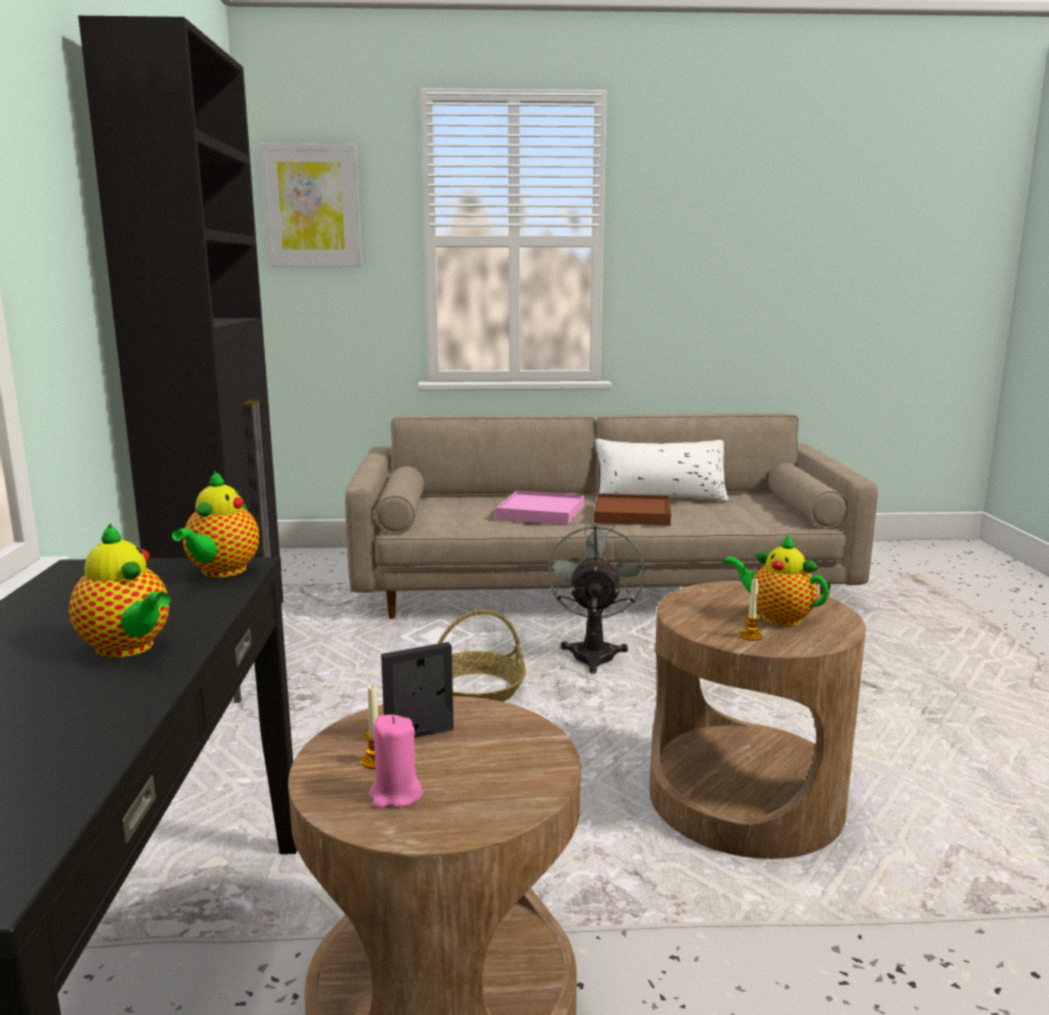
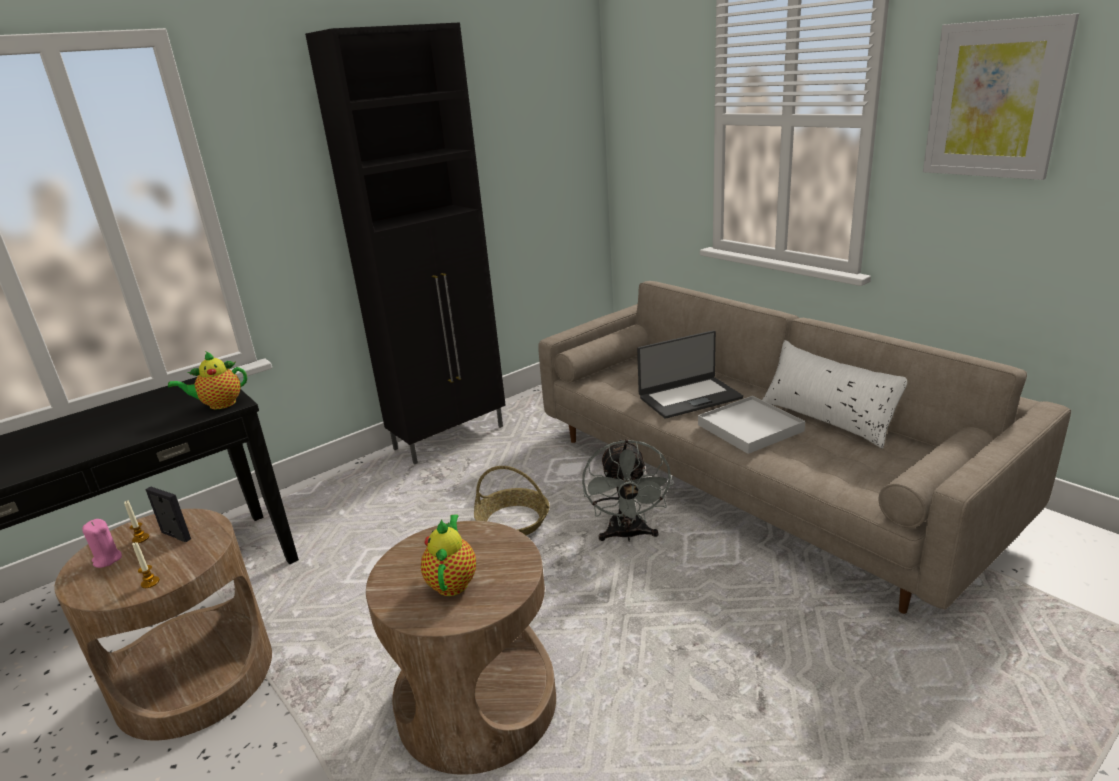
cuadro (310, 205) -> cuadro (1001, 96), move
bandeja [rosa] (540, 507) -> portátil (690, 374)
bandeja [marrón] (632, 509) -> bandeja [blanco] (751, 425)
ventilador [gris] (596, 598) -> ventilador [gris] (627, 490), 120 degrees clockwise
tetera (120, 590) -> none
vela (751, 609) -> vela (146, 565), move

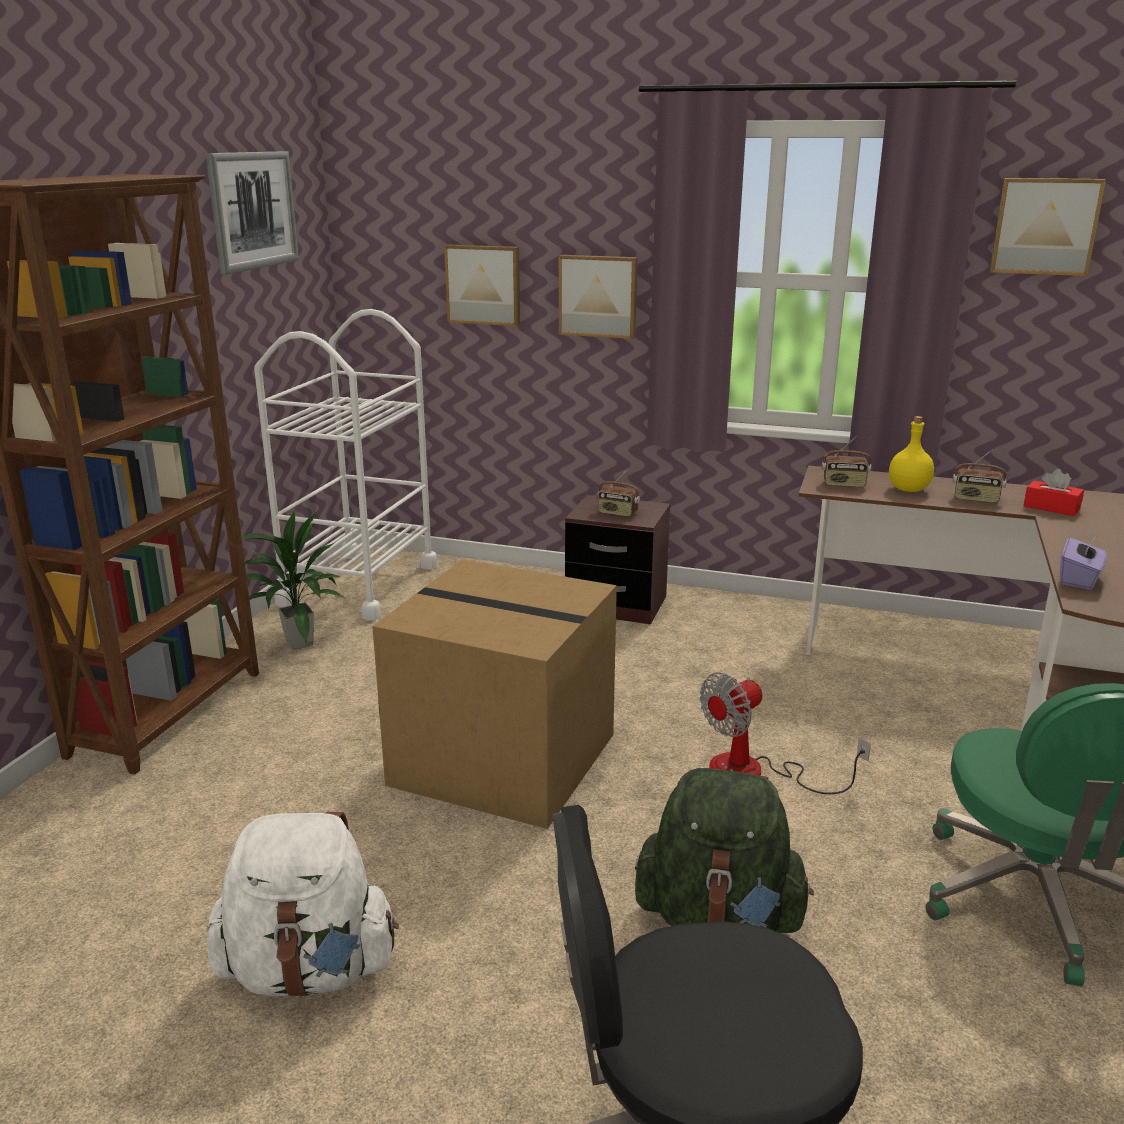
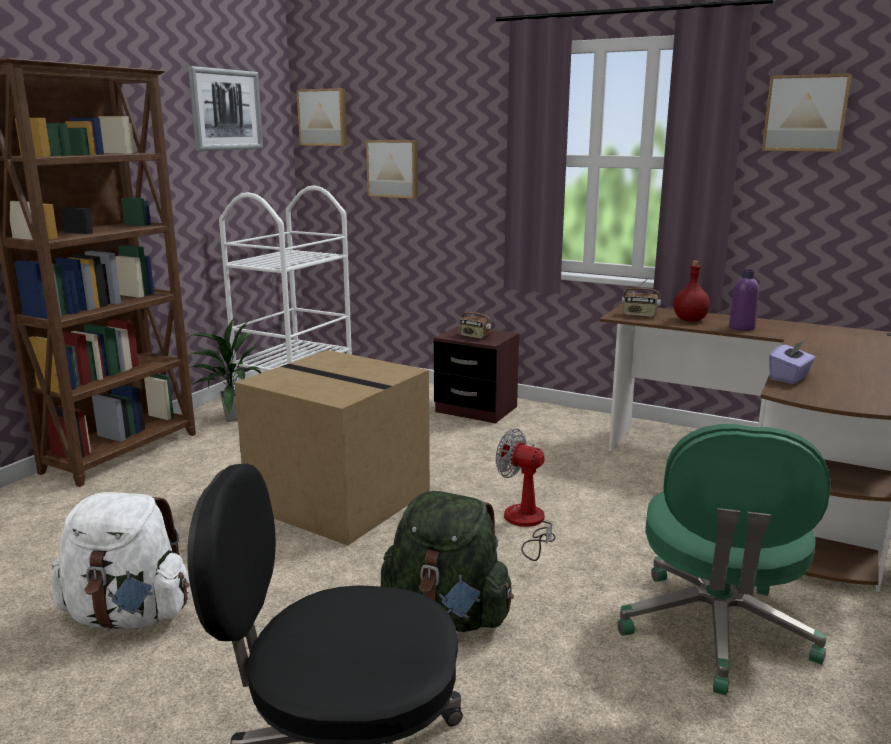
cuadro (598, 297) -> cuadro (322, 117), move
botella [amarillo] (911, 454) -> botella [rojo] (692, 291)
radio (980, 476) -> botella [morado] (744, 300)
caja de pañuelos [rojo] (1054, 492) -> none
ventilador (785, 733) -> ventilador (525, 494), 60 degrees clockwise

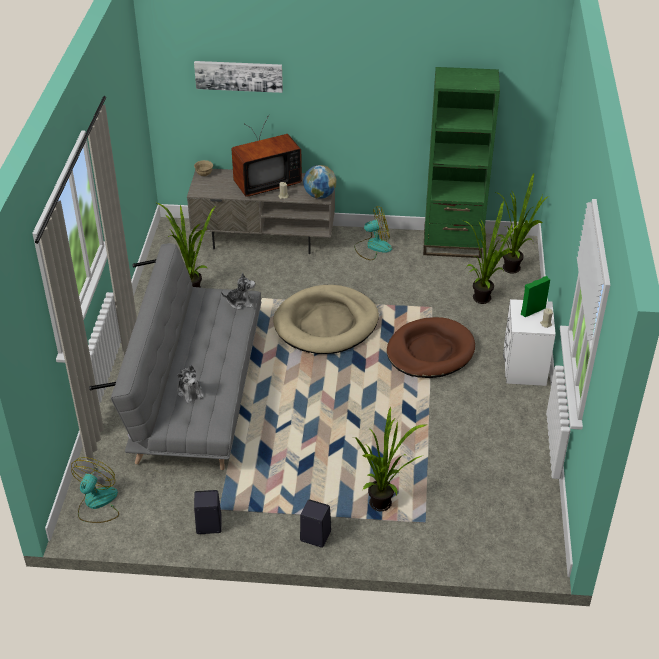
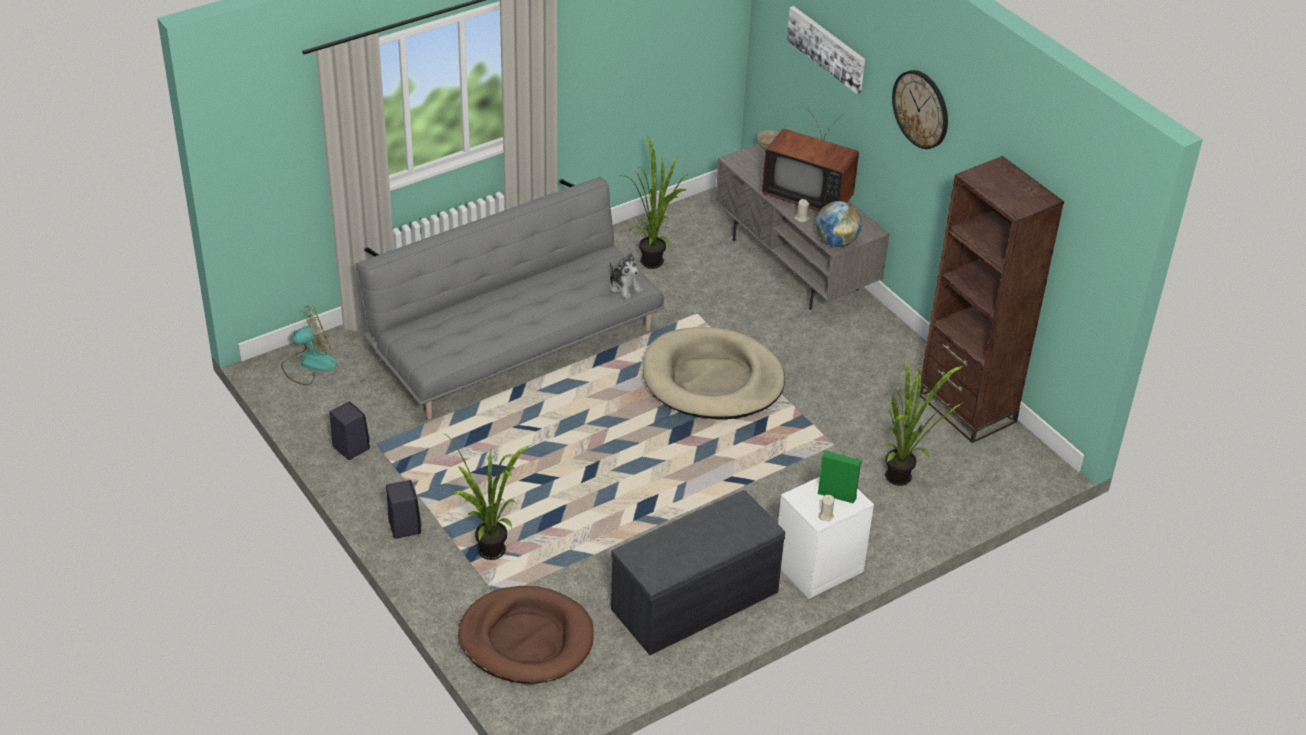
estantería [verde] (461, 162) -> estantería [marrón] (992, 299)
planta en maceta (522, 223) -> none
ventilador (373, 233) -> none
cama para perro [marrón] (431, 347) -> cama para perro [marrón] (526, 635), move
peluche (190, 384) -> none
none -> reloj de pared (920, 109)
none -> banco [gris] (698, 572)

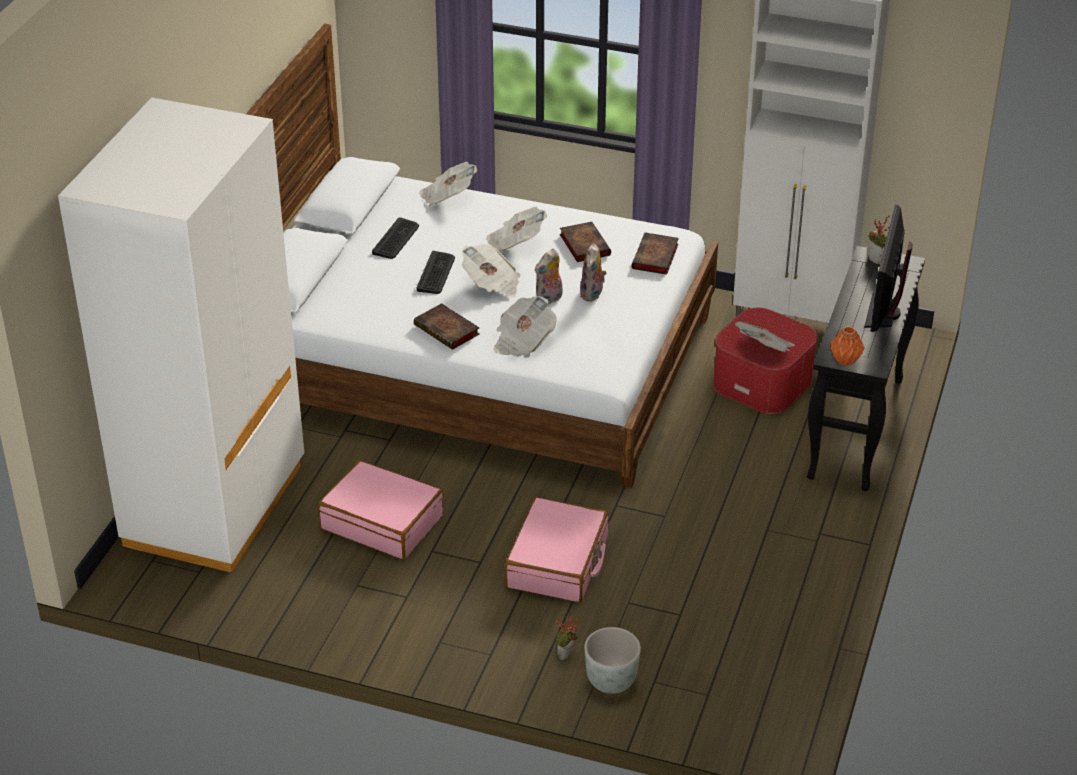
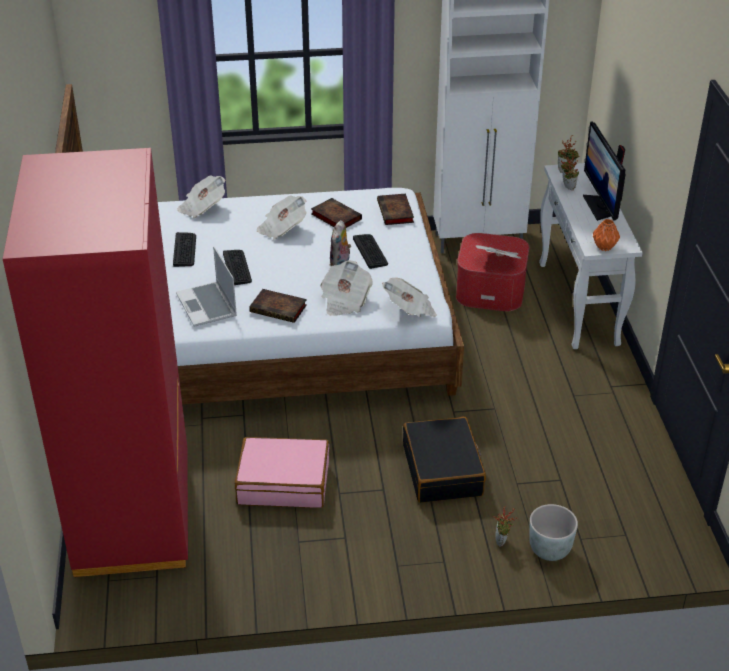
armario ropero [blanco] (181, 335) -> armario ropero [rojo] (95, 362)
peluche (593, 272) -> teclado (370, 251)
periódico (491, 271) -> periódico (409, 297), move
mesa consola [negro] (866, 368) -> mesa consola [blanco] (591, 256)
maleta [rosa] (557, 550) -> maleta [negro] (444, 460)
none -> planta en maceta (570, 172)
none -> portátil (206, 286)

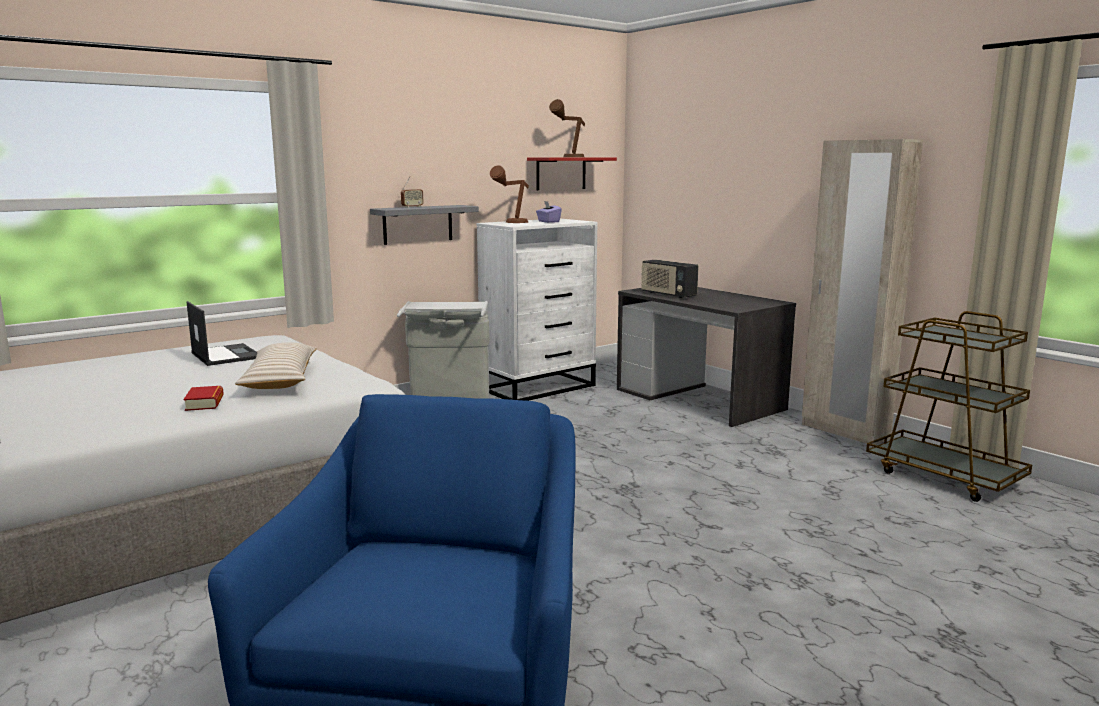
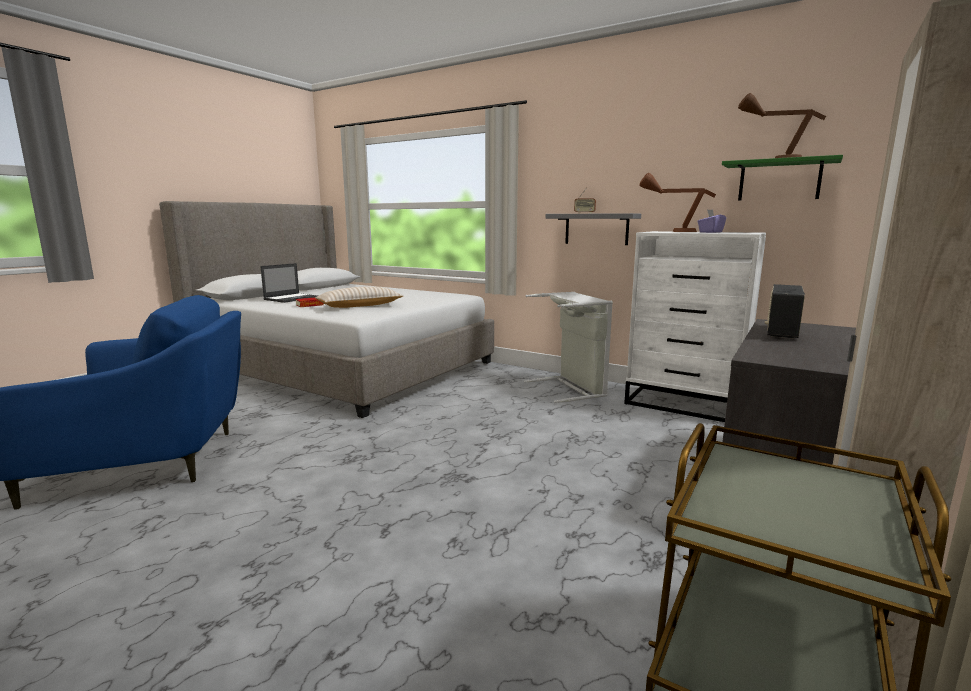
estante [rojo] (572, 173) -> estante [verde] (782, 177)
portátil (222, 333) -> portátil (288, 283), move

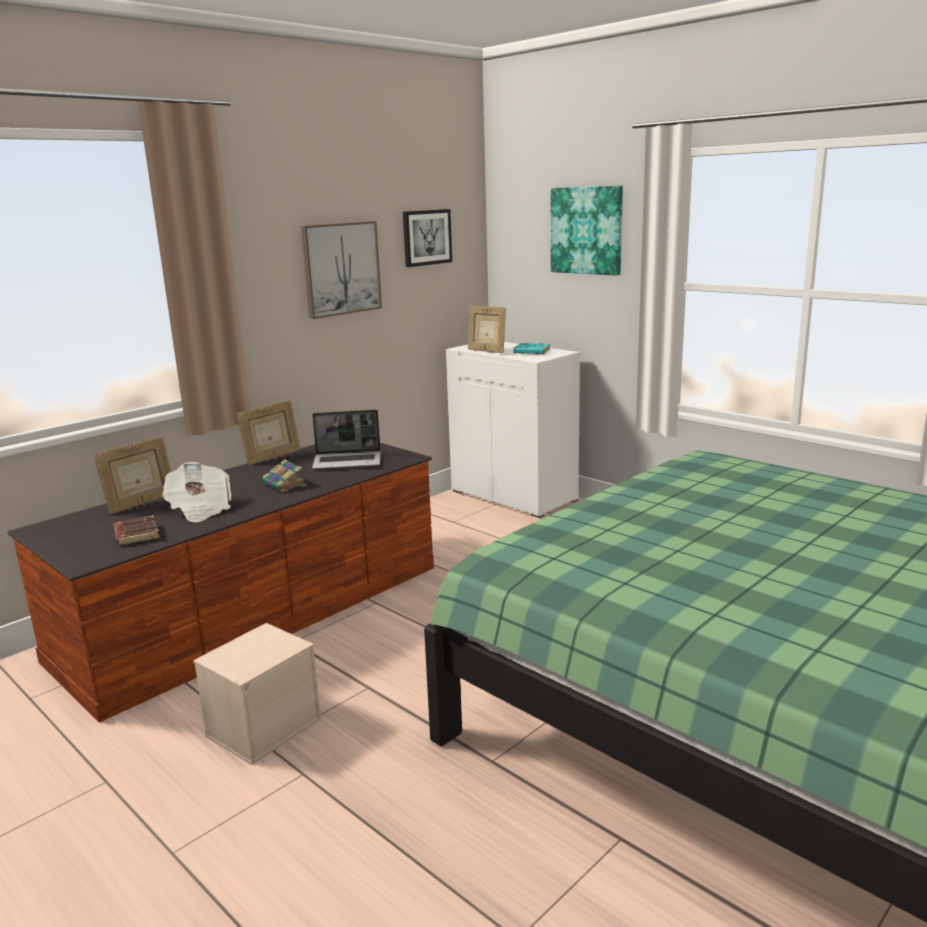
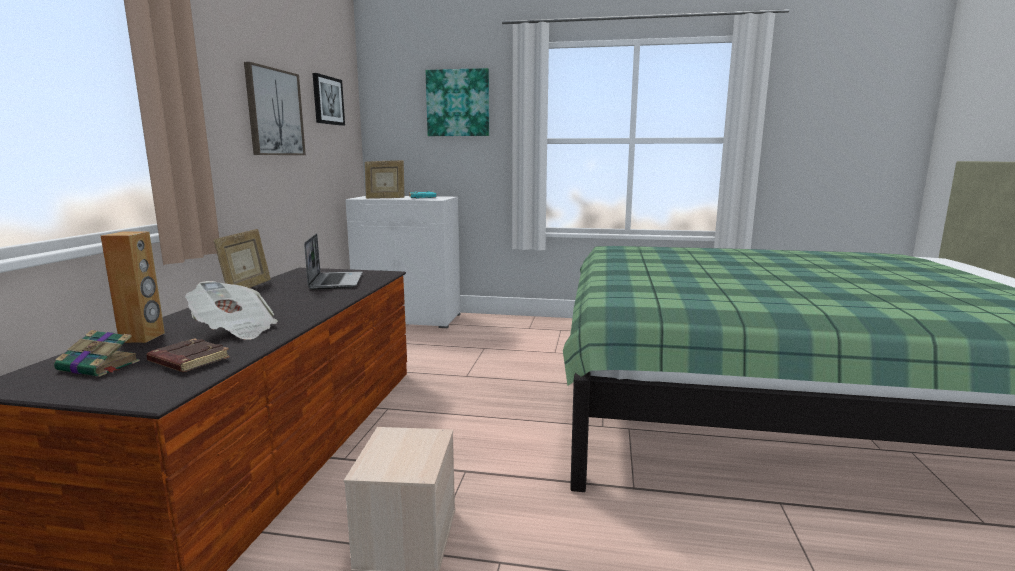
portátil (346, 440) -> portátil (333, 261), 60 degrees counterclockwise
portarretratos (132, 475) -> altavoz [marrón] (133, 287)
libro (284, 476) -> libro (97, 353), move

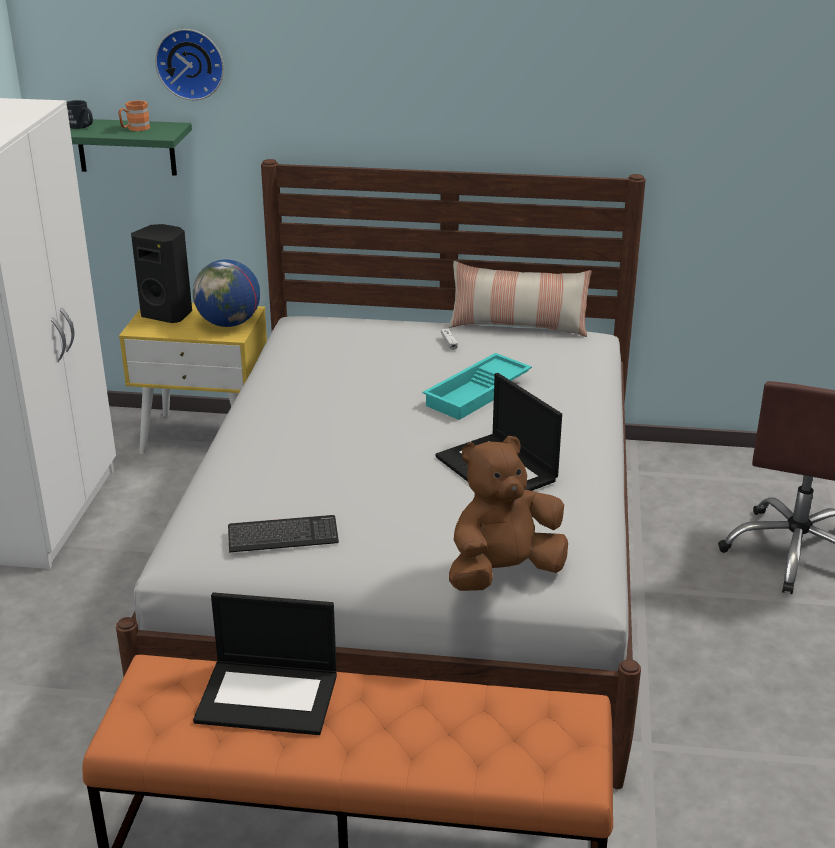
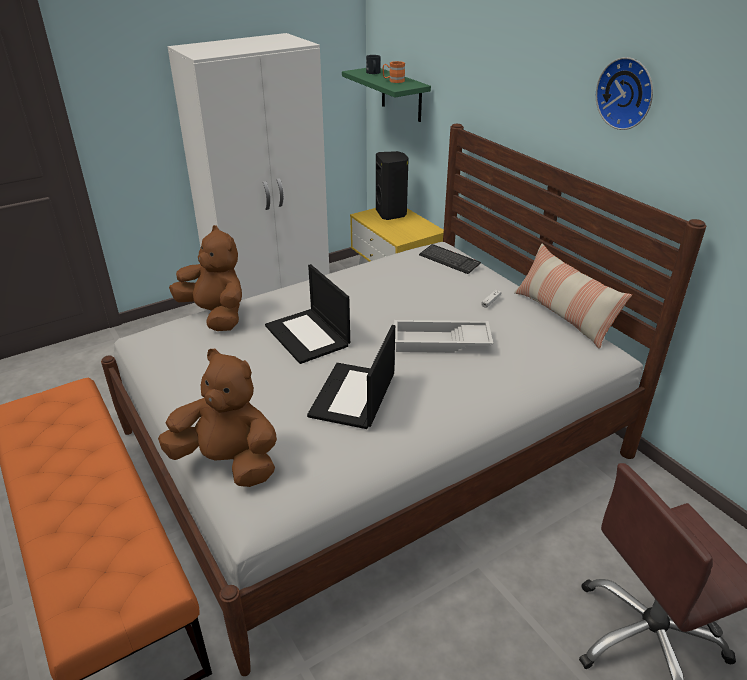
reloj de pared (189, 64) -> reloj de pared (624, 93), move
globo terráqueo (226, 293) -> none
bandeja [turquesa] (477, 386) -> bandeja [blanco] (443, 336)
teclado (283, 533) -> teclado (450, 259), move
portátil (265, 663) -> portátil (307, 314), move
none -> peluche [marrón] (205, 278)

